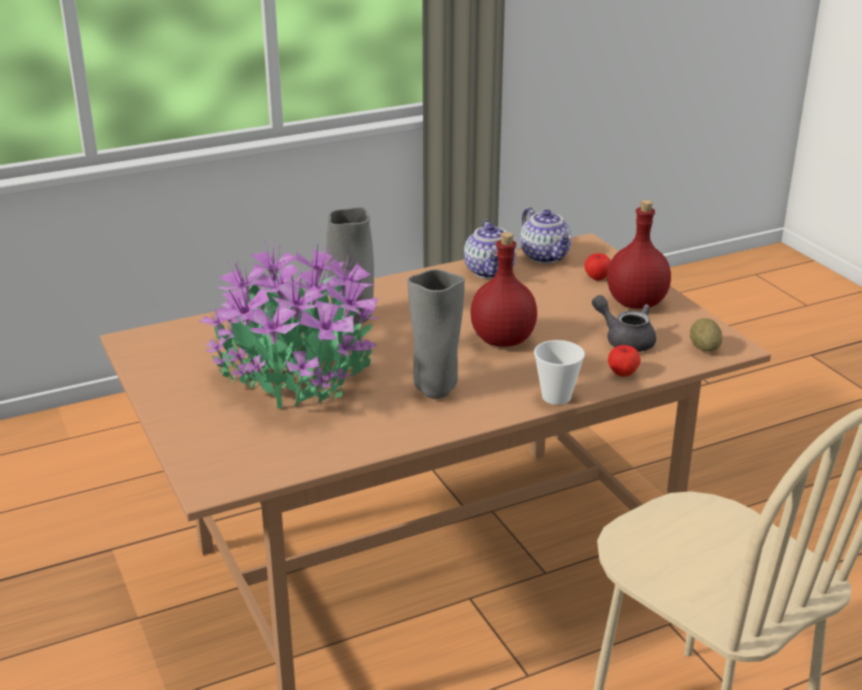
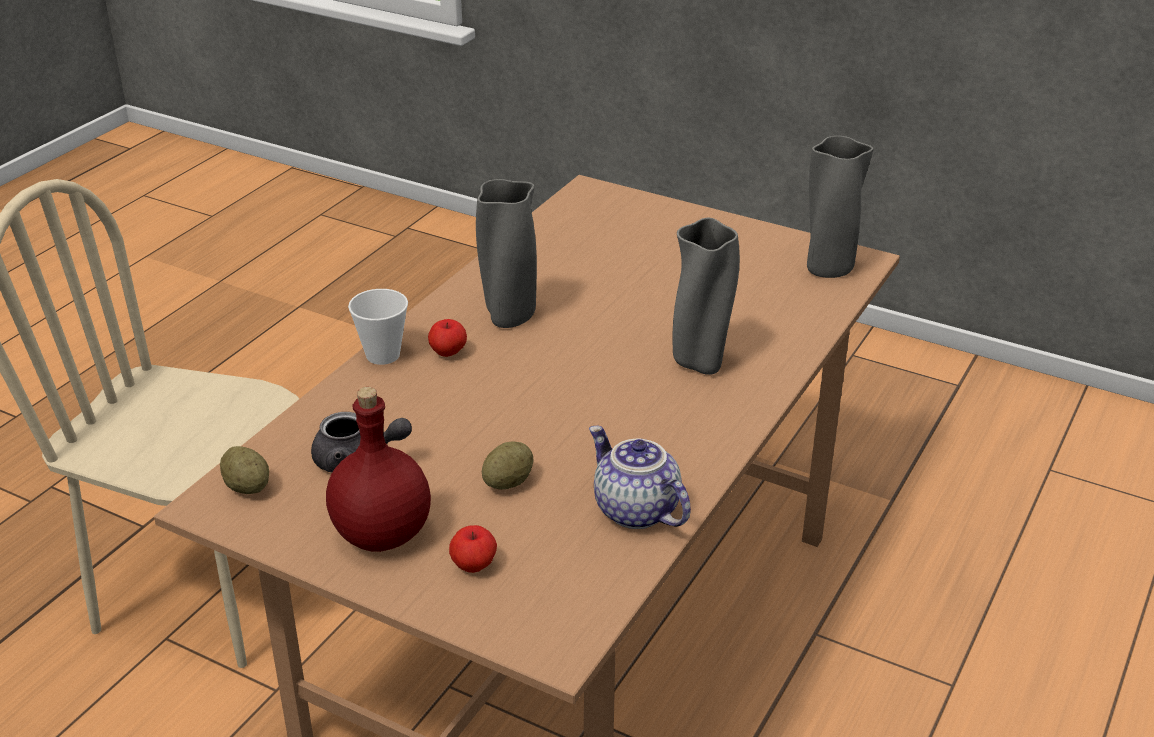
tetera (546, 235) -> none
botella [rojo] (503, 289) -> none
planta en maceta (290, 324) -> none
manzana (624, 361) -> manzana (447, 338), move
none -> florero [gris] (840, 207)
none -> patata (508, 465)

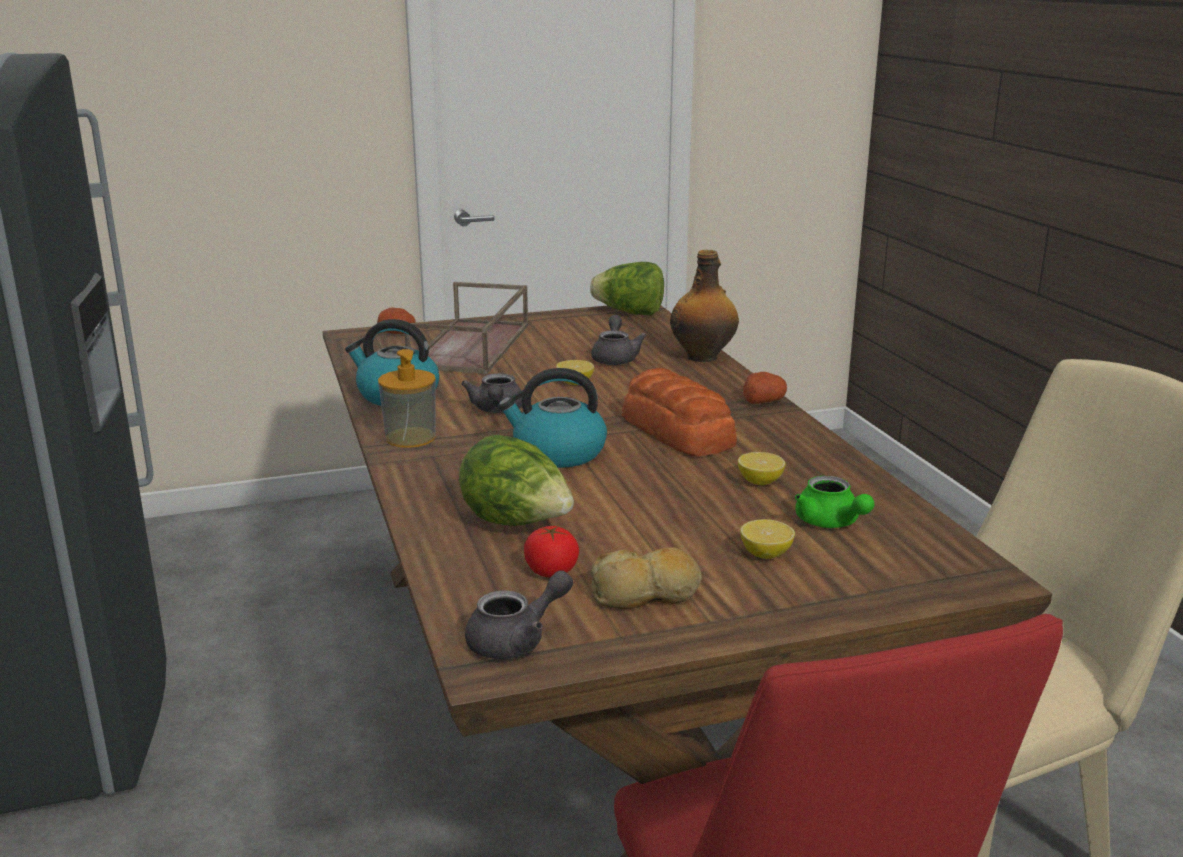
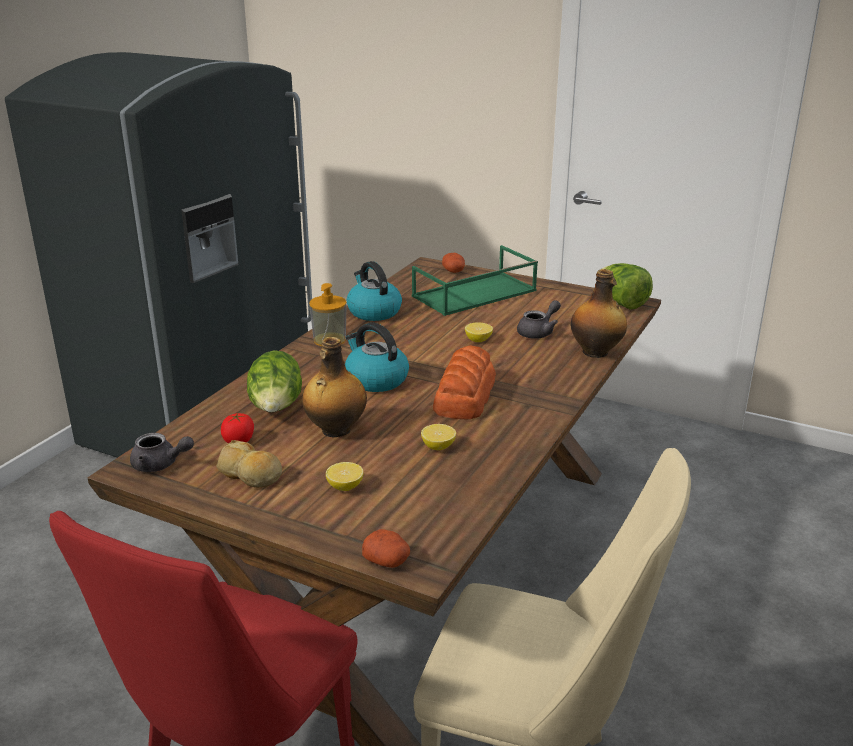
bandeja [marrón] (466, 328) -> bandeja [verde] (475, 280)
patata (765, 388) -> patata (386, 548), move
tetera [gris] (491, 393) -> none
tetera [verde] (834, 502) -> none
none -> botella (334, 387)

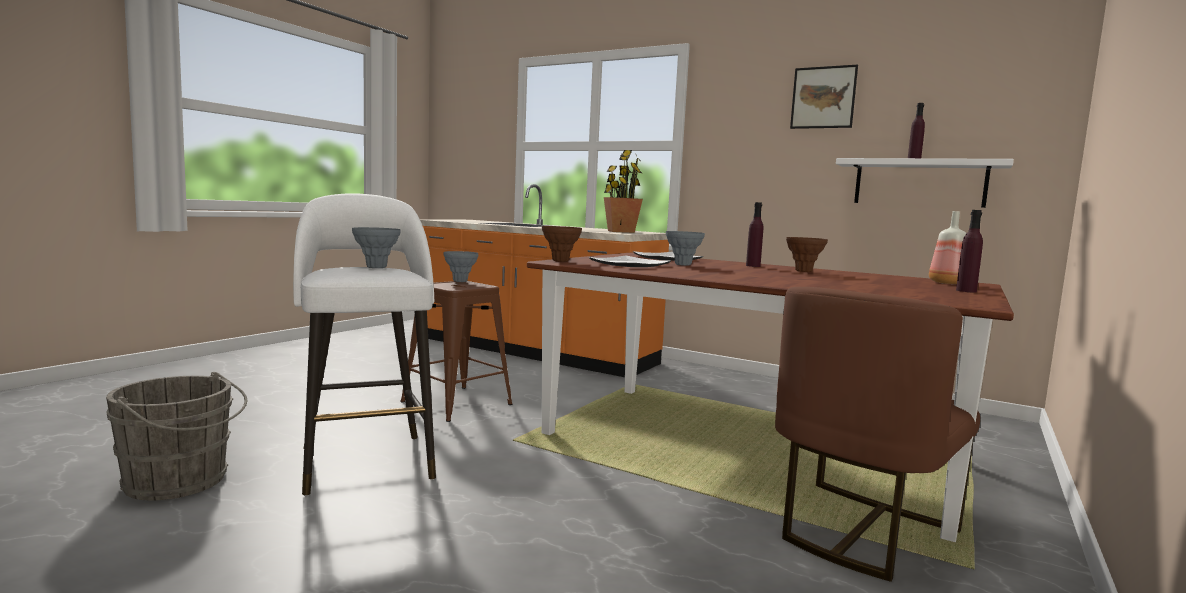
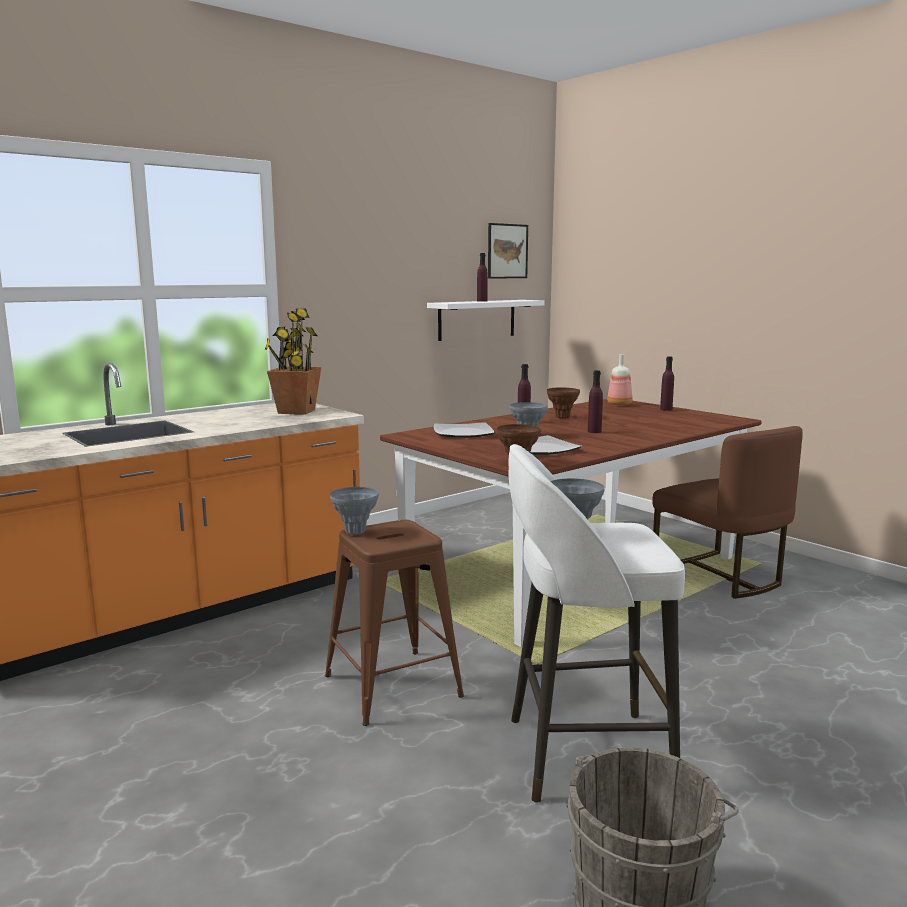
cuadro (824, 97) -> cuadro (508, 251), move
none -> botella [morado] (595, 401)

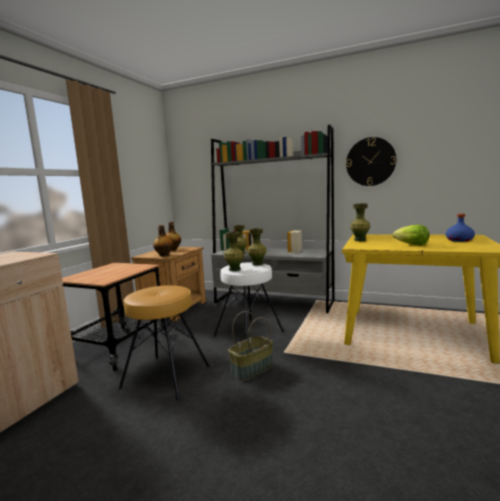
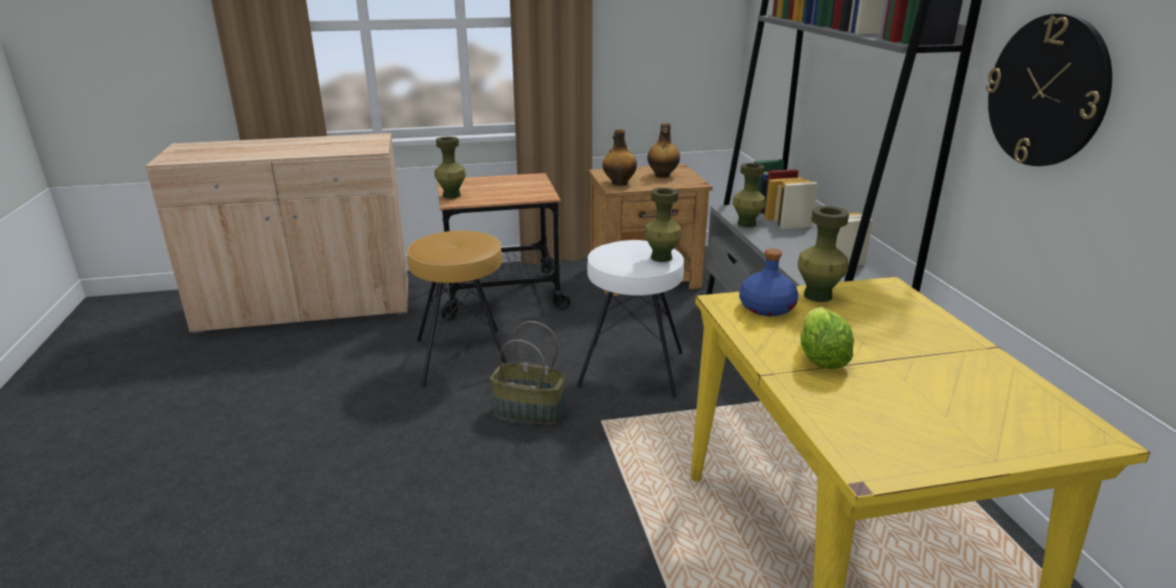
botella [azul] (460, 228) -> botella [azul] (768, 282), move
florero [verde] (234, 251) -> florero [verde] (450, 167), move

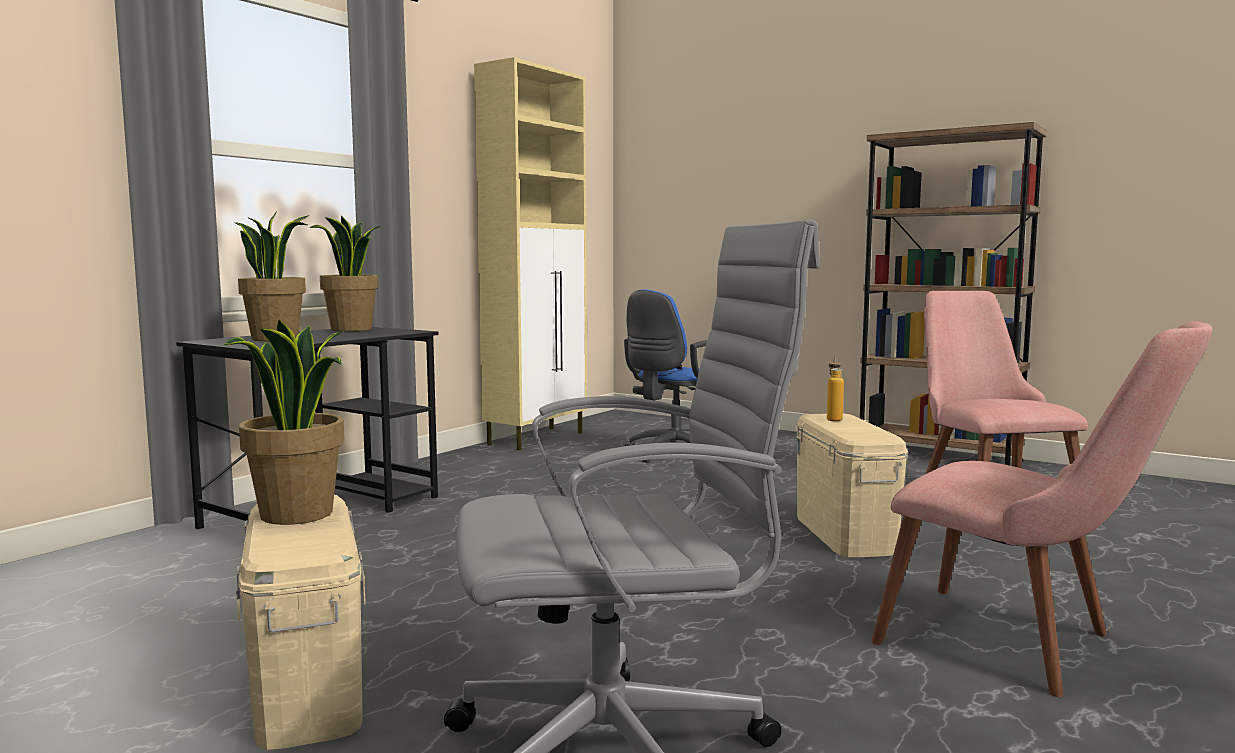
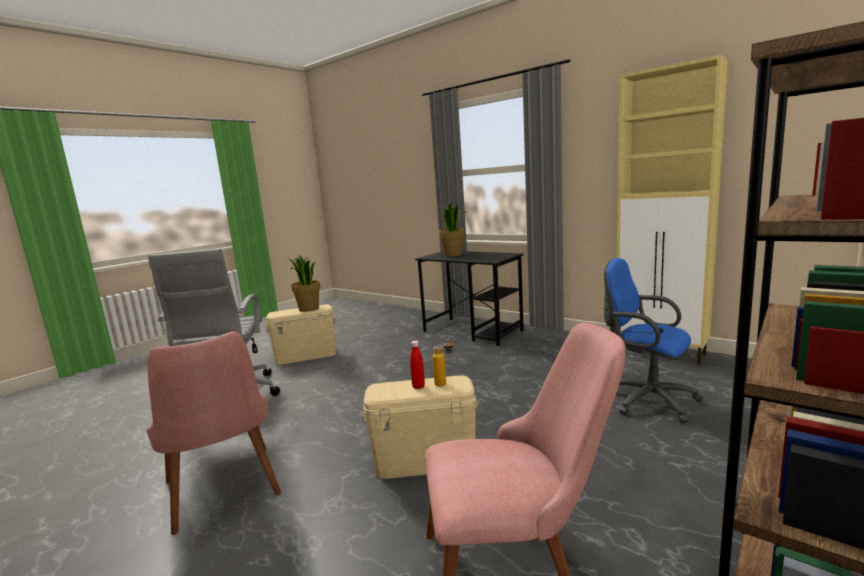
planta en maceta (345, 273) -> none
silla [rosa] (1042, 509) -> silla [rosa] (214, 433), 75 degrees counterclockwise
none -> botella [rojo] (417, 365)

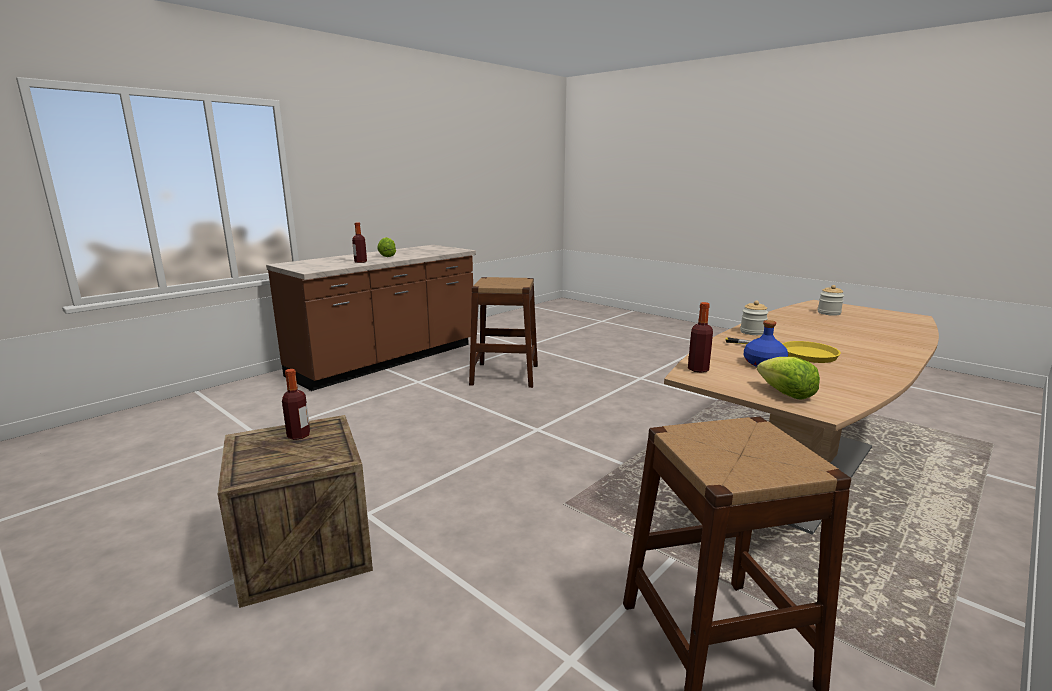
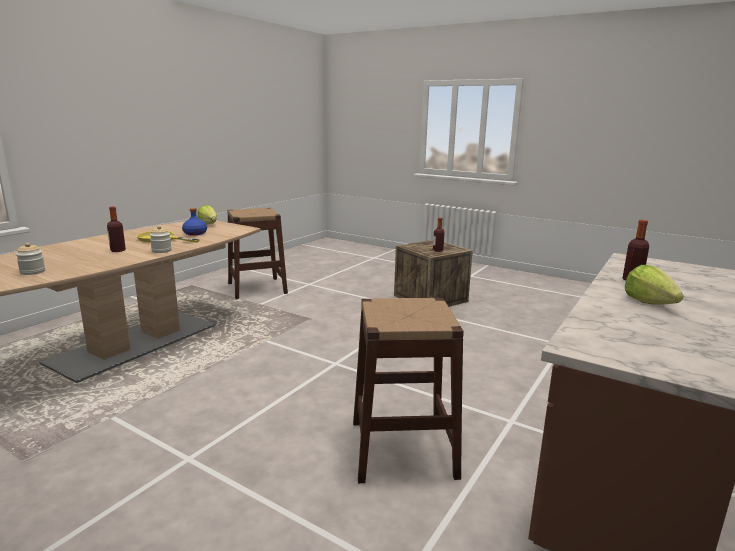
botella (700, 337) -> botella (116, 229), move

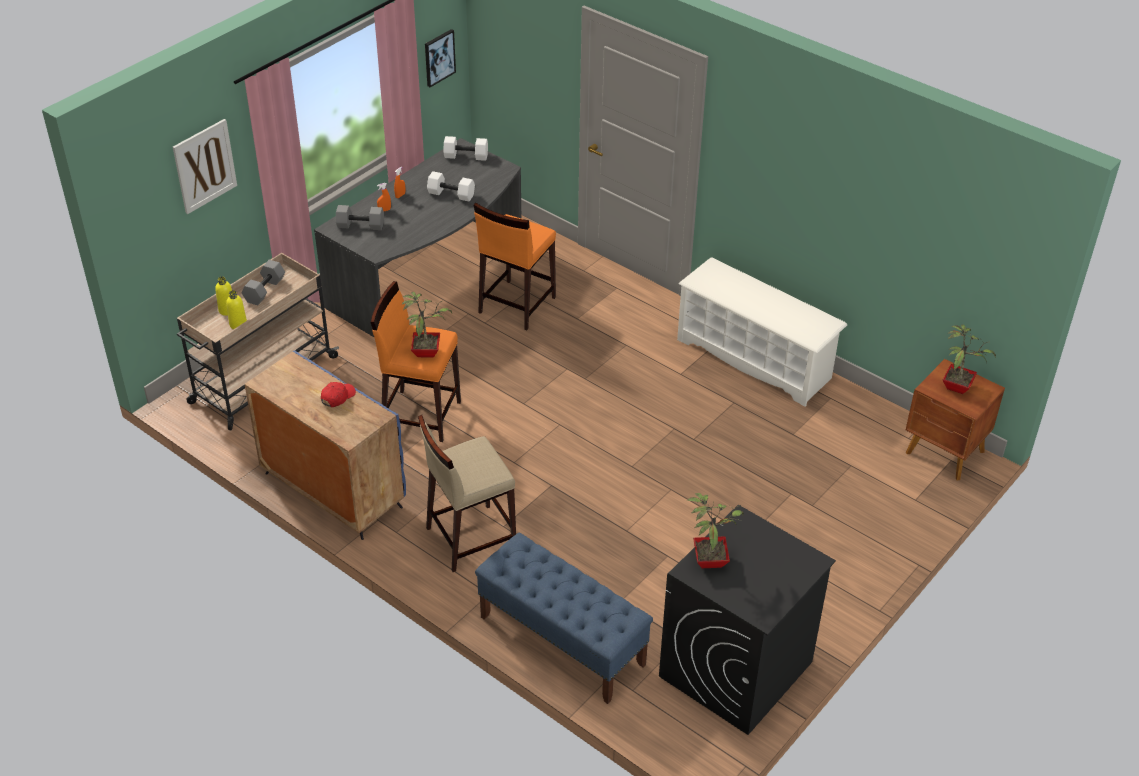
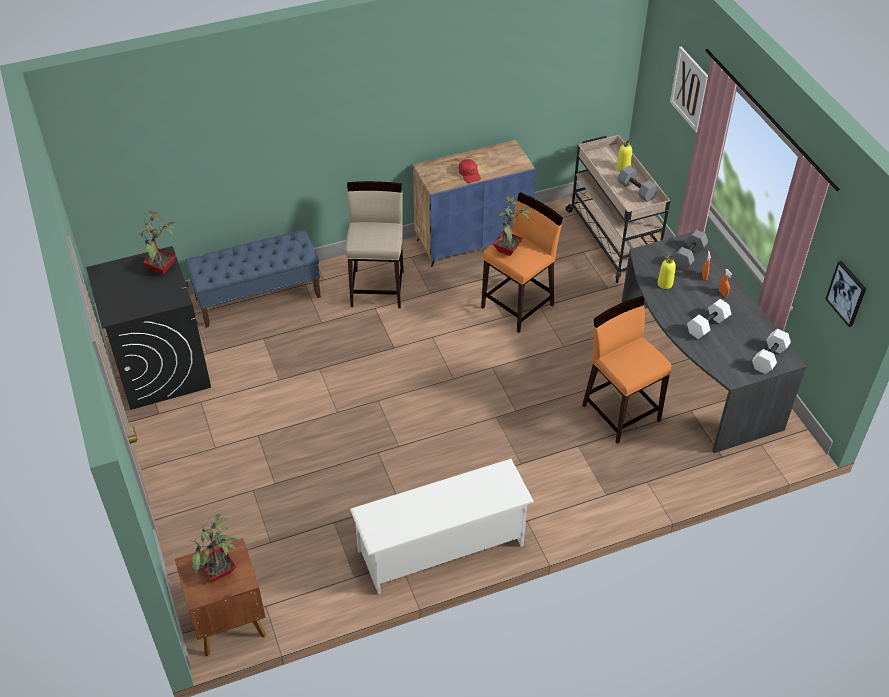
botella [amarillo] (236, 309) -> botella [amarillo] (666, 272), move

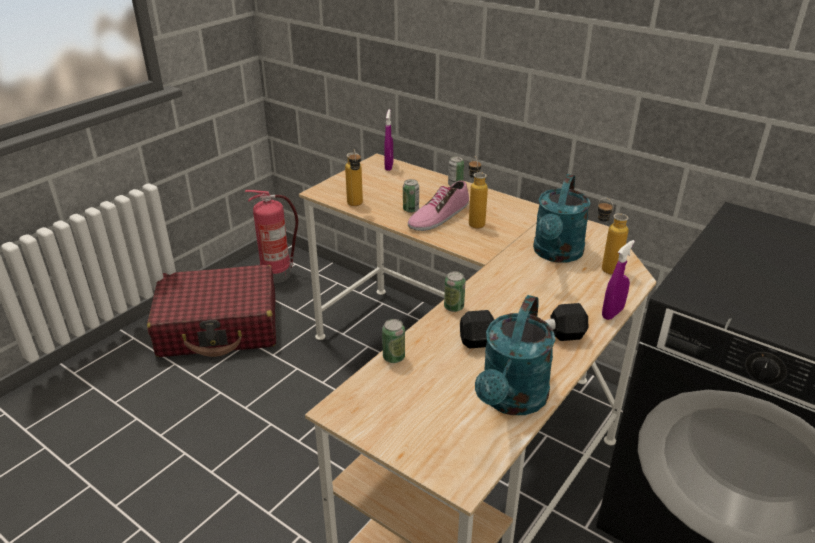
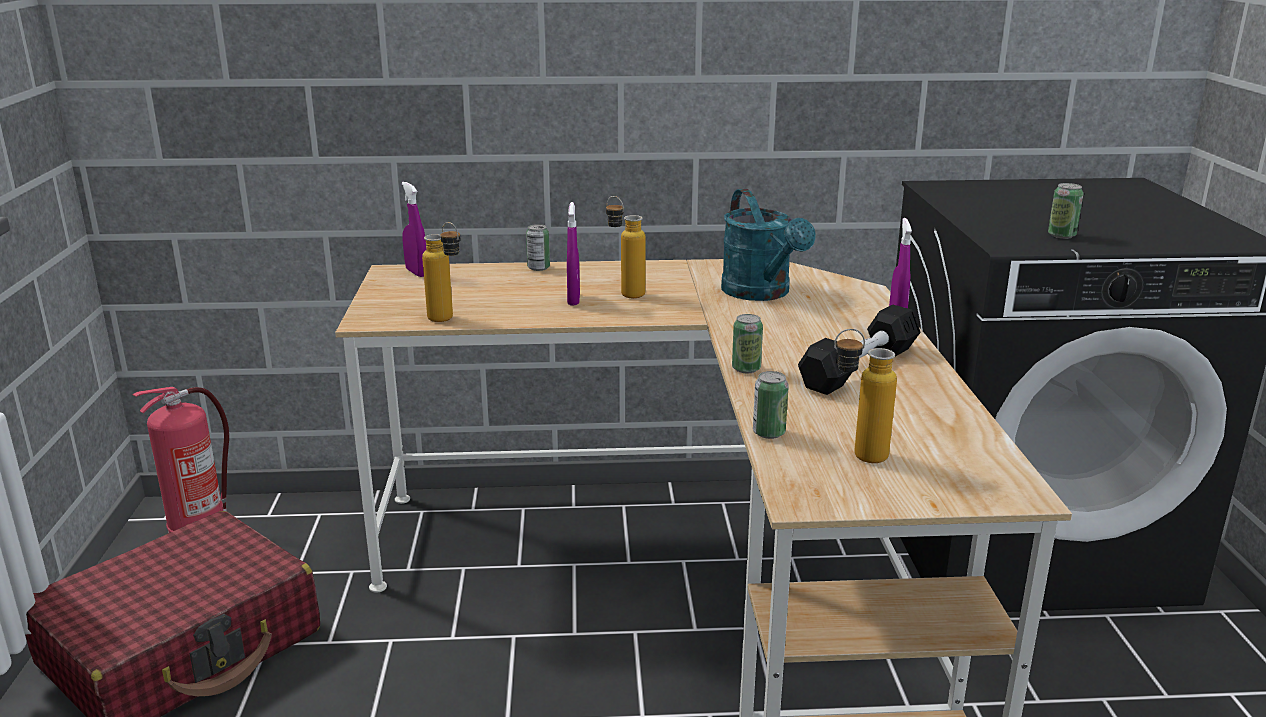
lata (411, 196) -> lata (1065, 211), move
zapato (438, 205) -> pulverizador [morado] (573, 253)
botella (613, 236) -> botella (865, 396), move
regadera [turquesa] (515, 355) -> none

